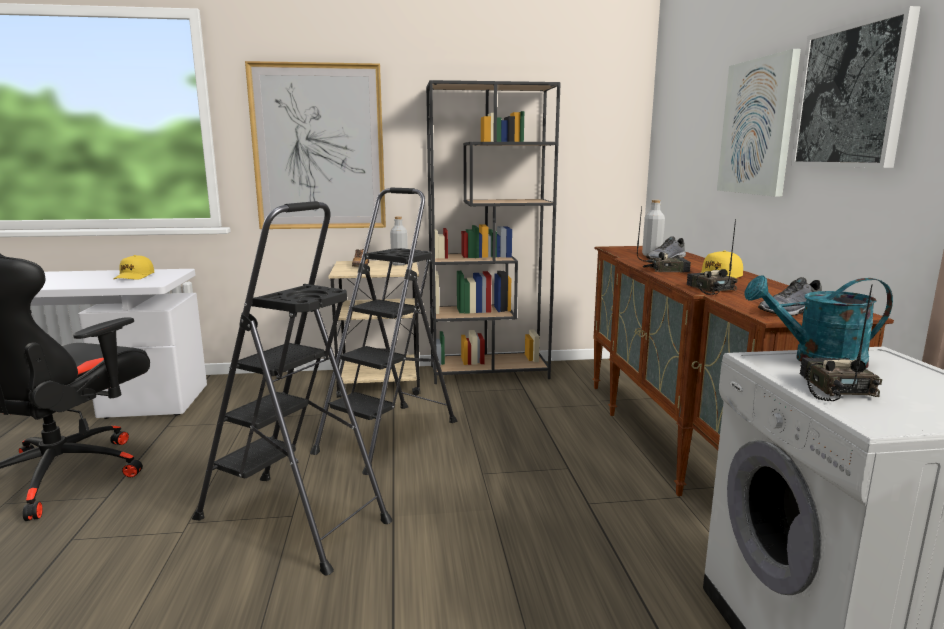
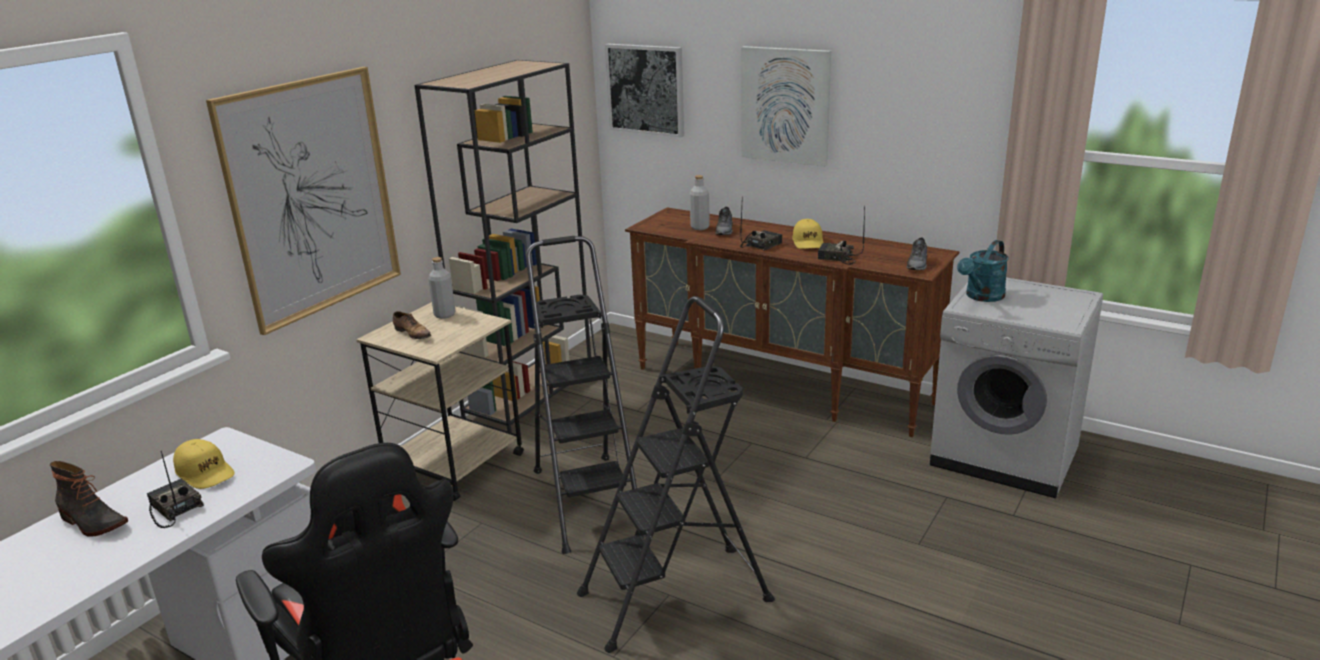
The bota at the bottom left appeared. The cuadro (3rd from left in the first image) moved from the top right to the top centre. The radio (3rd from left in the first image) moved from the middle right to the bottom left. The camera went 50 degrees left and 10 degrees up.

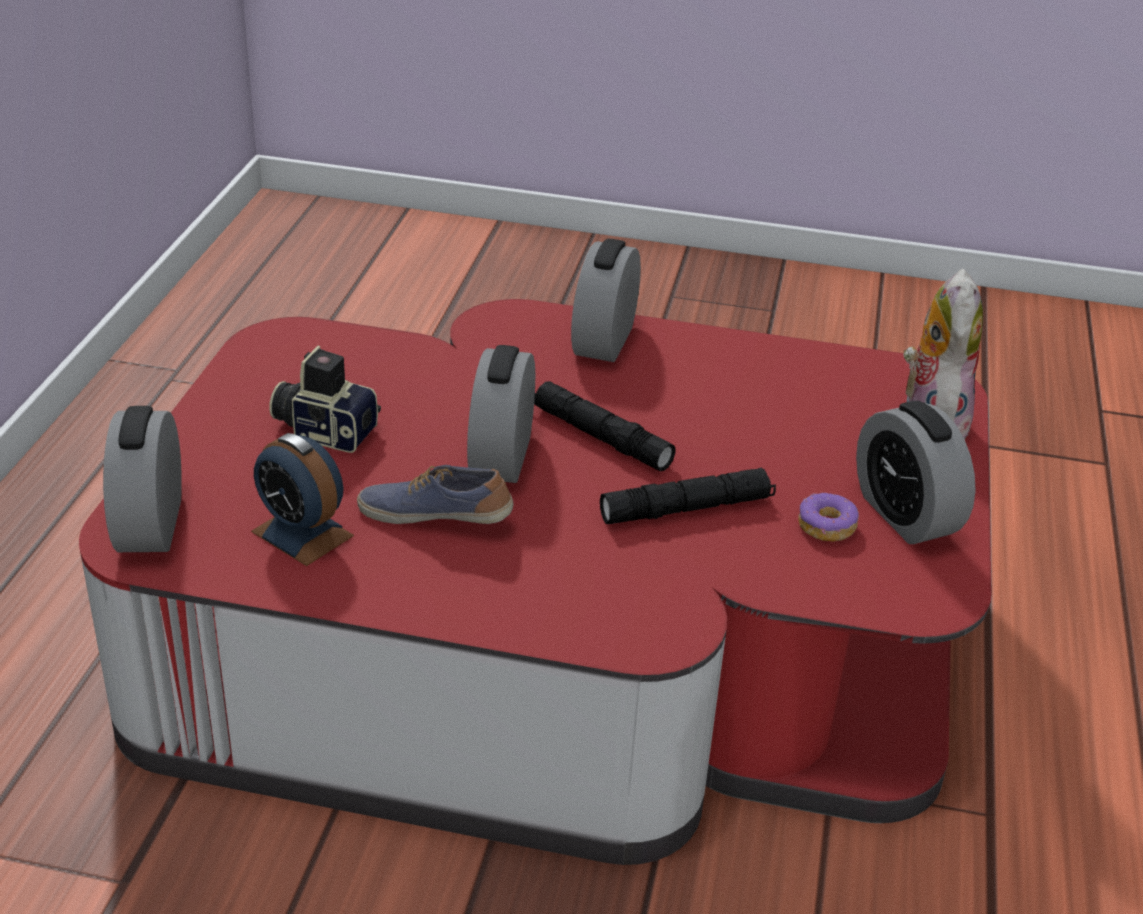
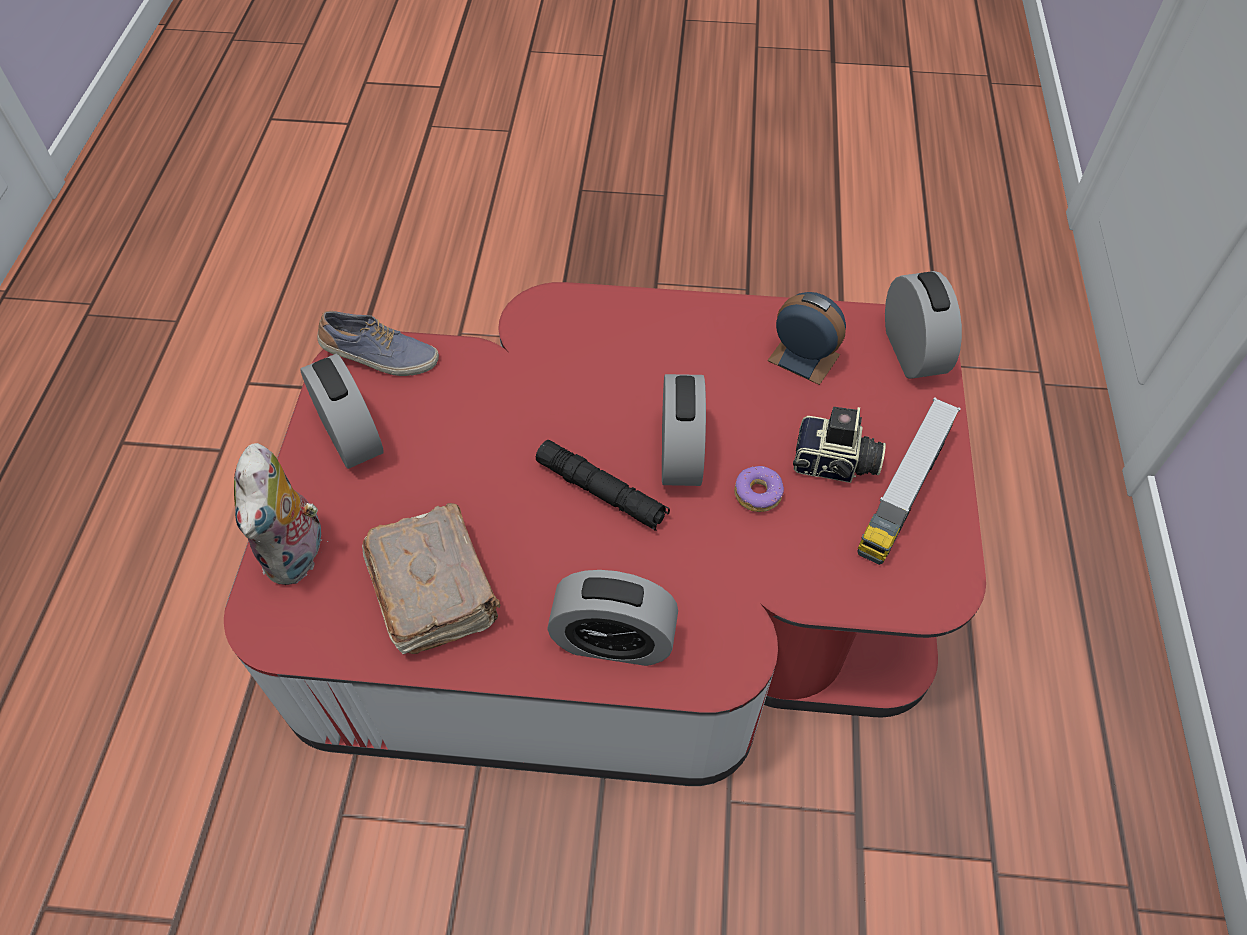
The linterna (negro) (2nd from left) at the centre disappeared. The libro (marrón) at the centre appeared. The camión de juguete at the middle right appeared. The zapato moved from the centre to the middle left. The rosquilla moved from the middle right to the centre. The despertador (4th from left in the first image) at the top centre turned 90 degrees clockwise. The camera went 175 degrees right and 20 degrees up.

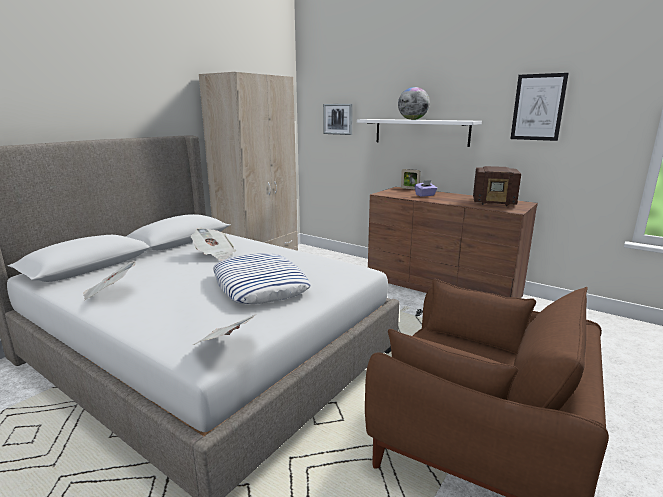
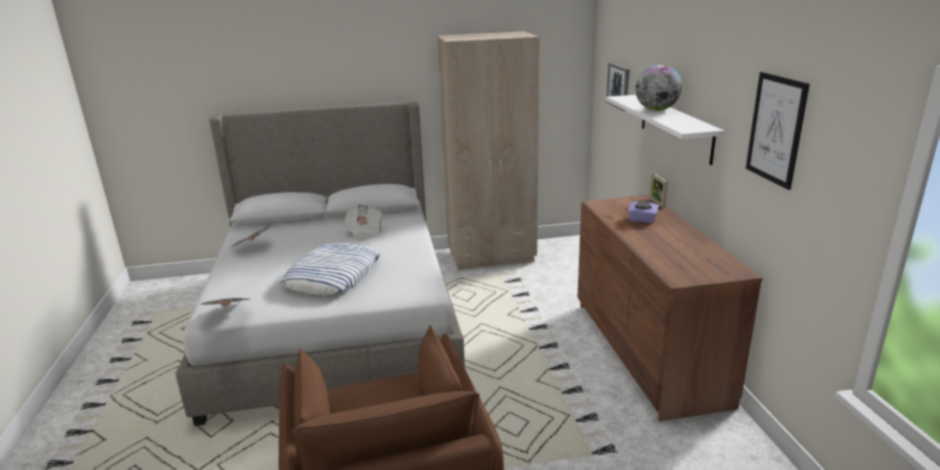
The radio at the middle right disappeared. The camera went 45 degrees right and 5 degrees up.

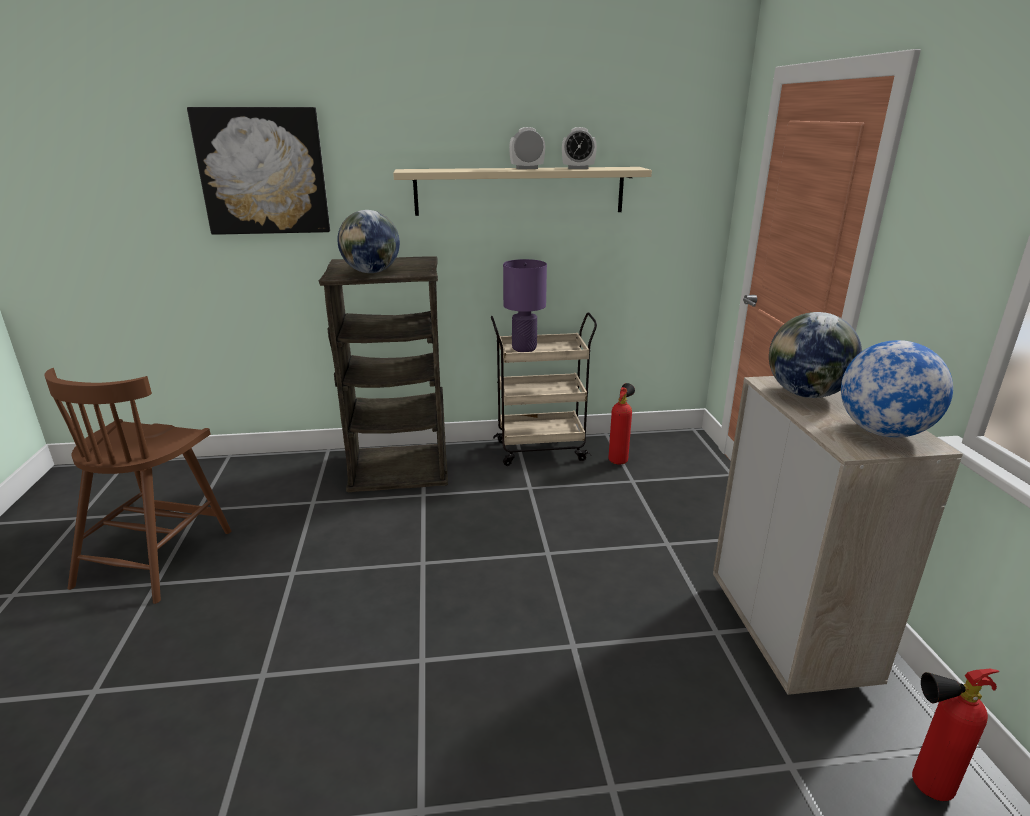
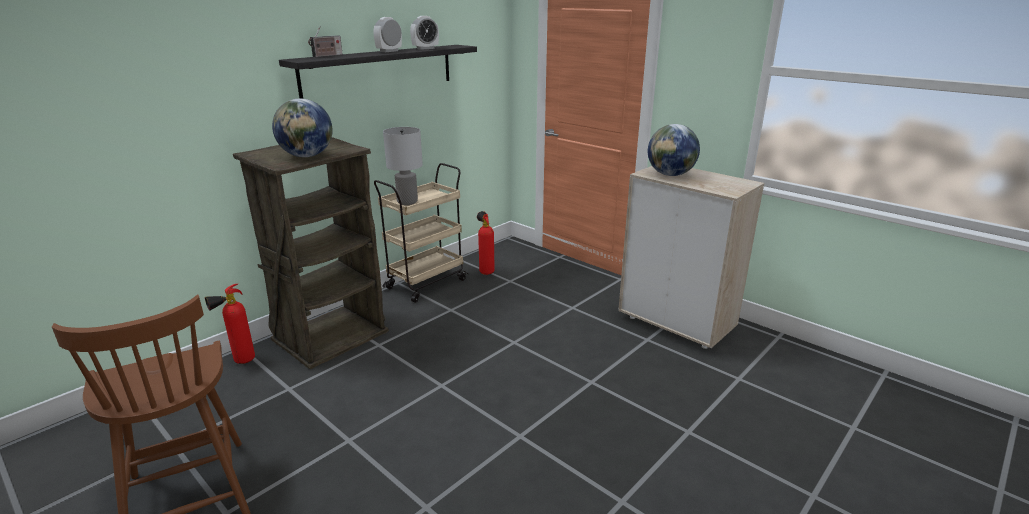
The cuadro at the top left disappeared. The globo terráqueo (3rd from left) at the middle right disappeared. The radio at the top left appeared. The extintor (2nd from left in the first image) moved from the bottom right to the middle left. The estante (beis) at the top centre became the estante (negro) at the top centre. The lámpara de mesa (morado) at the centre became the lámpara de mesa (gris) at the top centre. The camera went 40 degrees left and 0 degrees up.

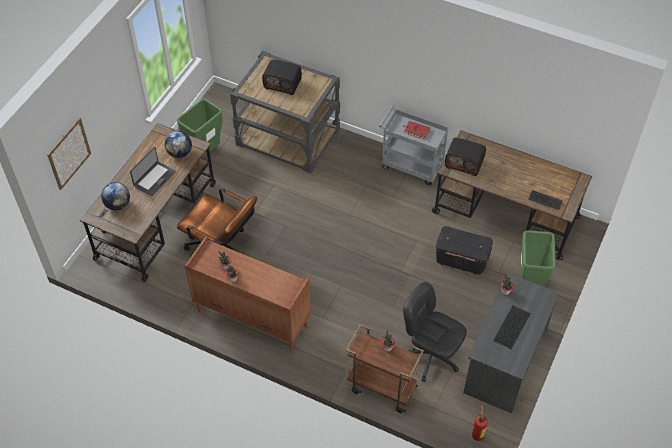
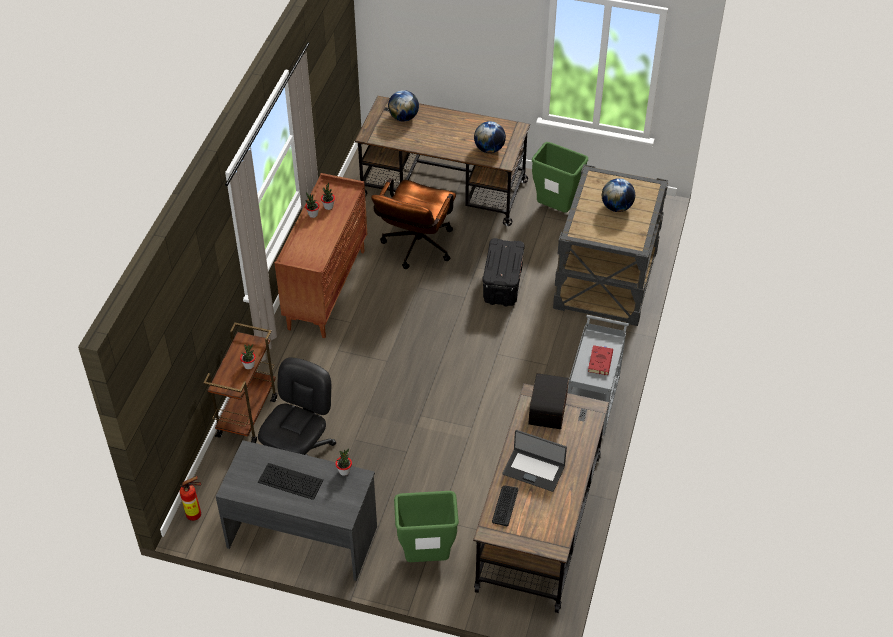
The cuadro at the middle left disappeared. The portátil moved from the middle left to the bottom centre. The caja de almacenaje (negro) moved from the middle right to the centre. The radio (1st from left) at the top centre was replaced by the globo terráqueo (3rd from left) at the top right. The camera went 80 degrees right and 5 degrees down.

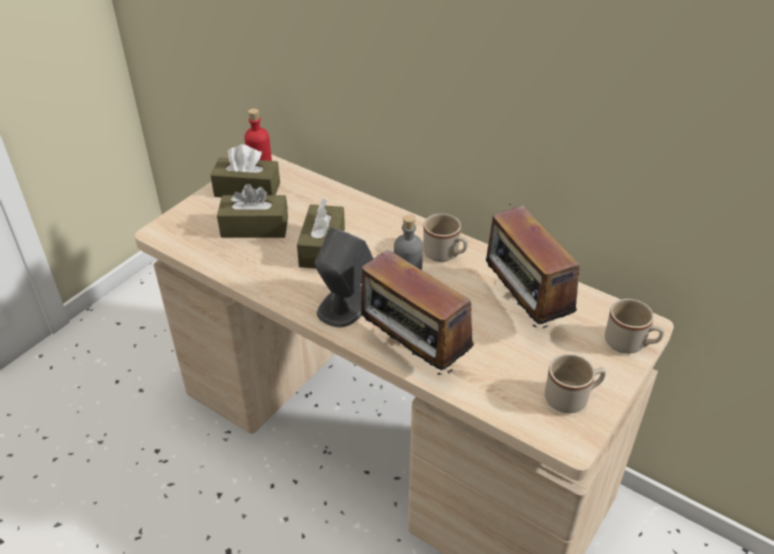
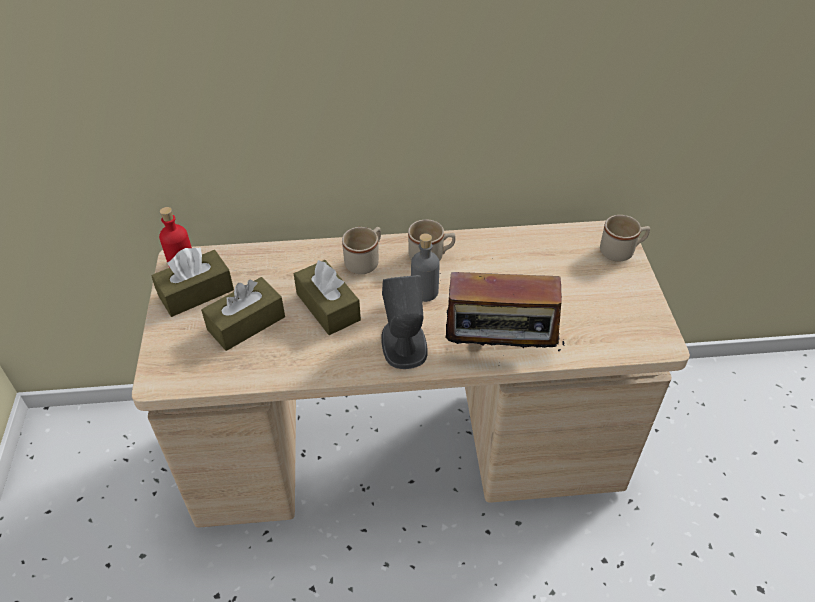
The radio (2nd from left) at the middle right disappeared. The taza grande (beis) (2nd from left in the first image) moved from the bottom right to the centre. The camera went 40 degrees left and 5 degrees up.

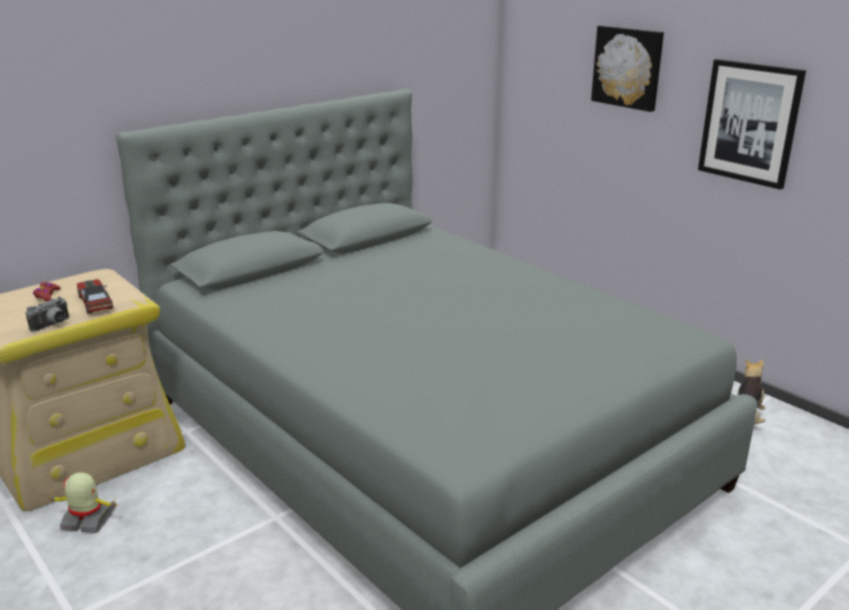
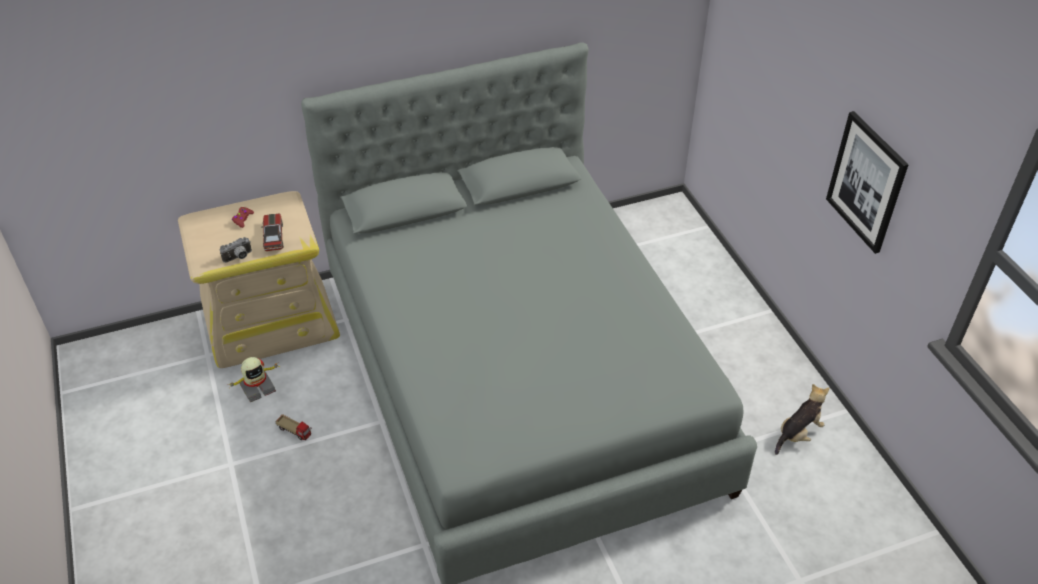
The cuadro (1st from left) at the top right disappeared. The camión de juguete at the bottom left appeared. The robot de juguete at the bottom left turned 120 degrees clockwise. The camera went 20 degrees right and 20 degrees up.

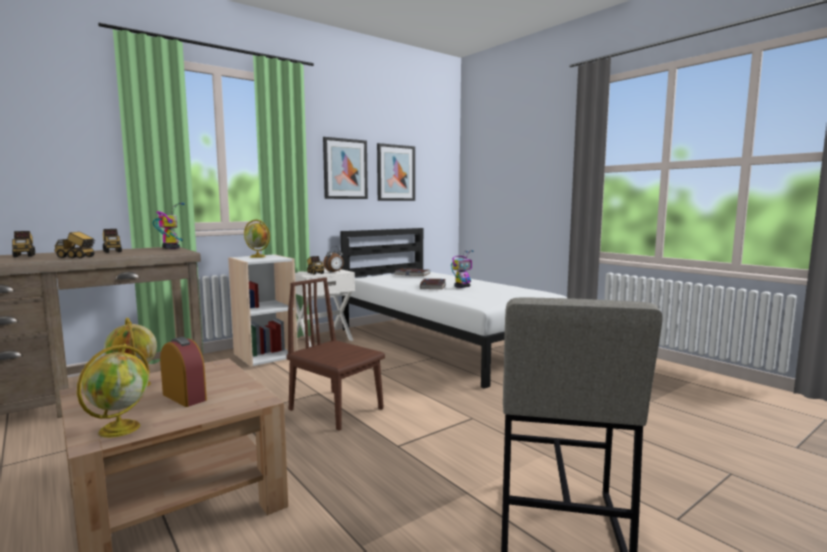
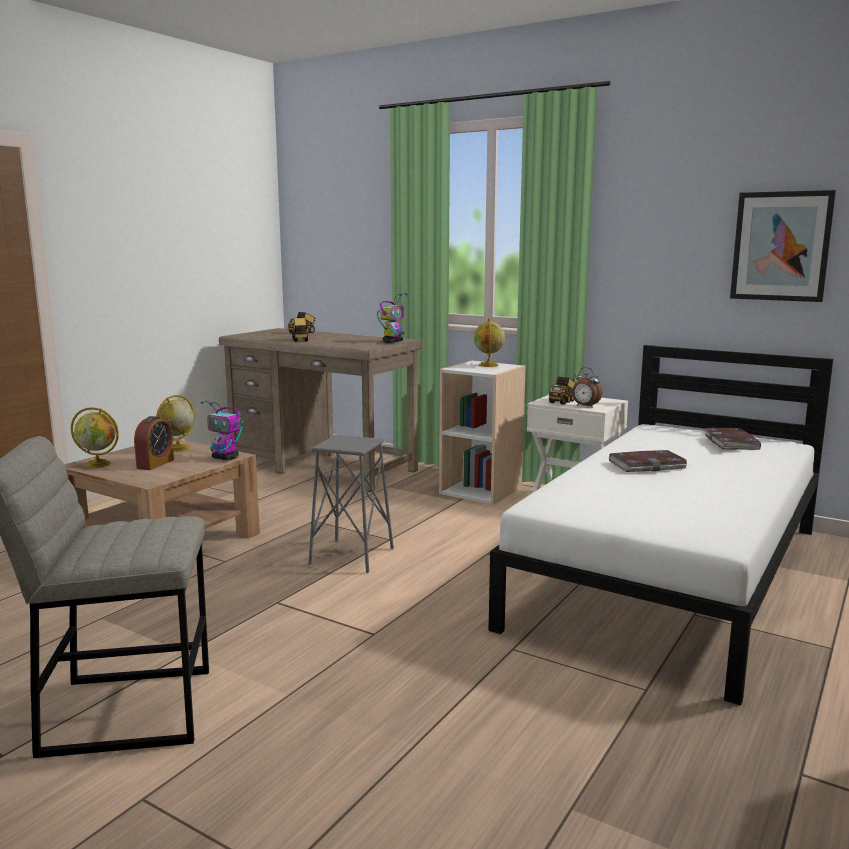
The camión de juguete (3rd from left) at the middle left disappeared. The cuadro (1st from left) at the top centre disappeared. The robot de juguete (2nd from left in the first image) moved from the centre to the middle left. The silla (marrón) at the centre was replaced by the taburete (gris) at the centre. The camera went 70 degrees right and 5 degrees up.

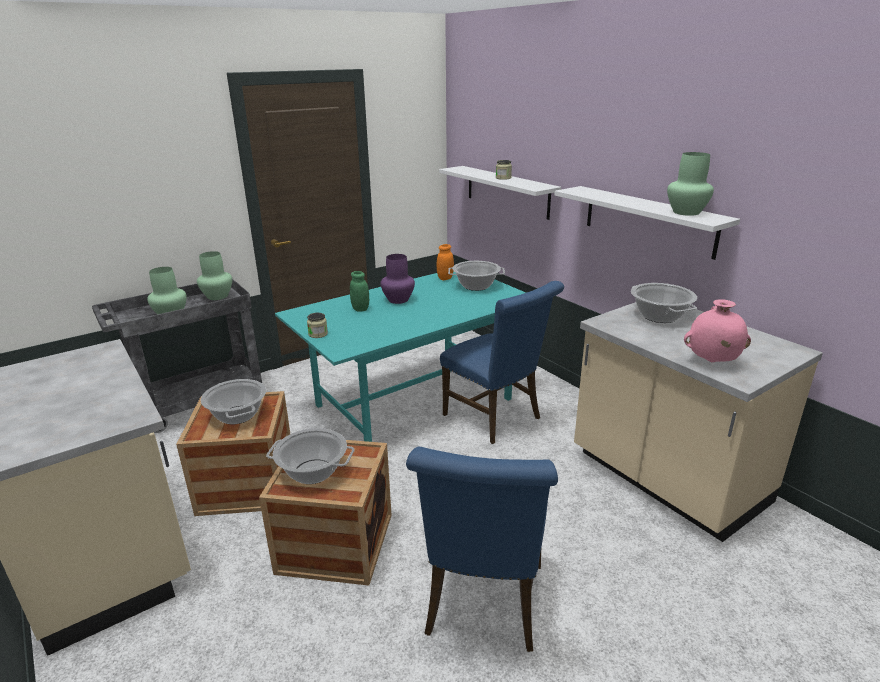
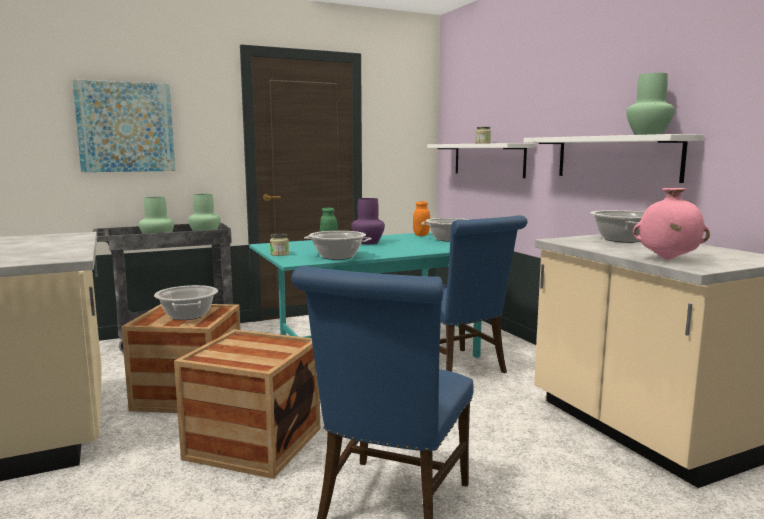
The cuadro at the top left appeared. The olla (2nd from left) moved from the bottom centre to the centre. The camera went 10 degrees right and 15 degrees down.

